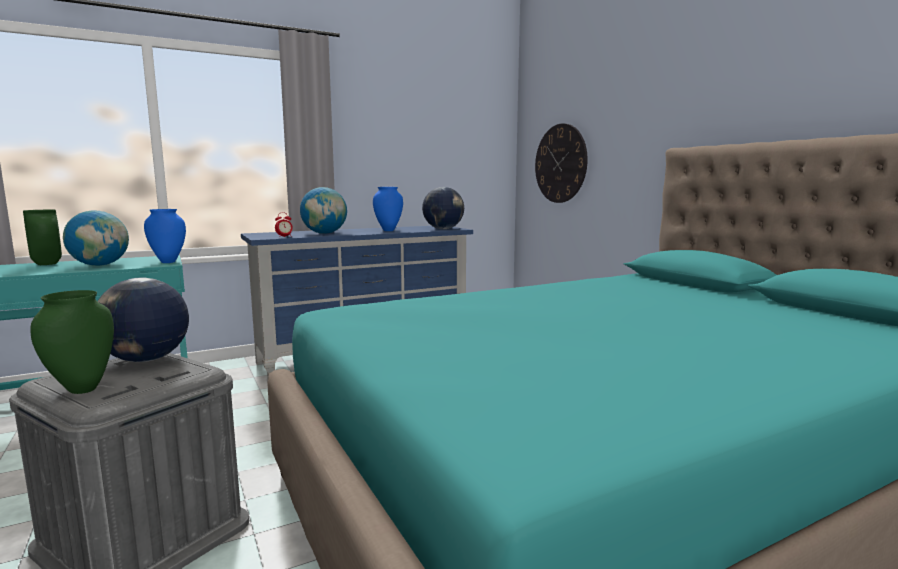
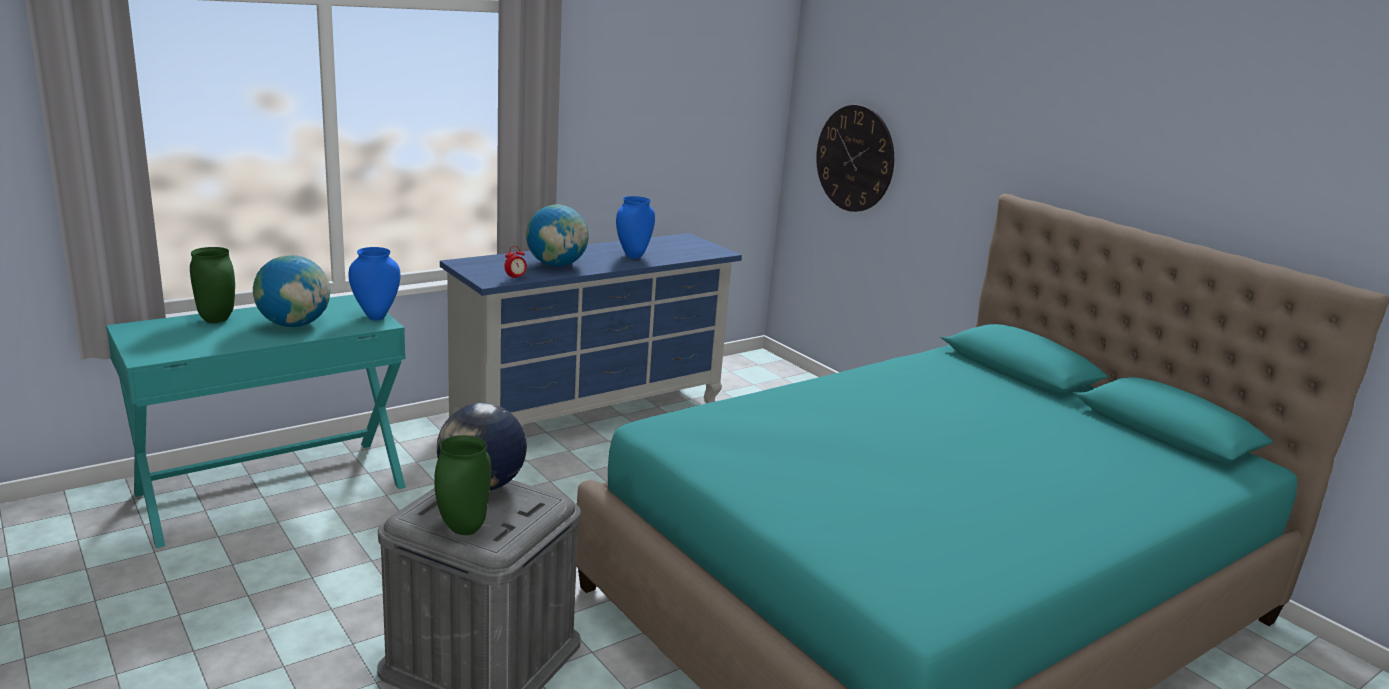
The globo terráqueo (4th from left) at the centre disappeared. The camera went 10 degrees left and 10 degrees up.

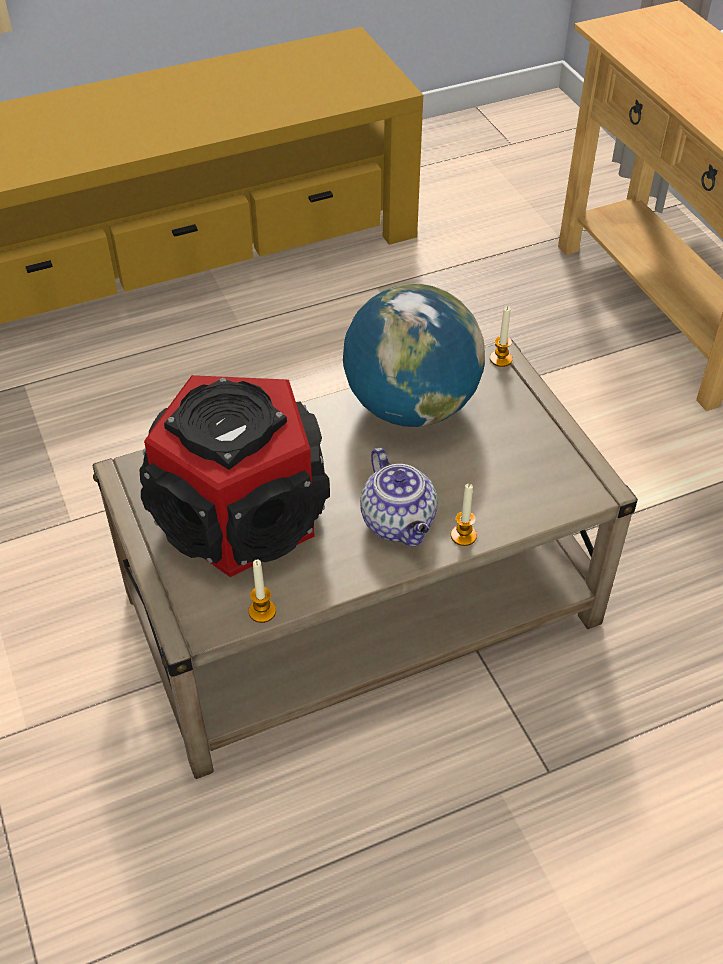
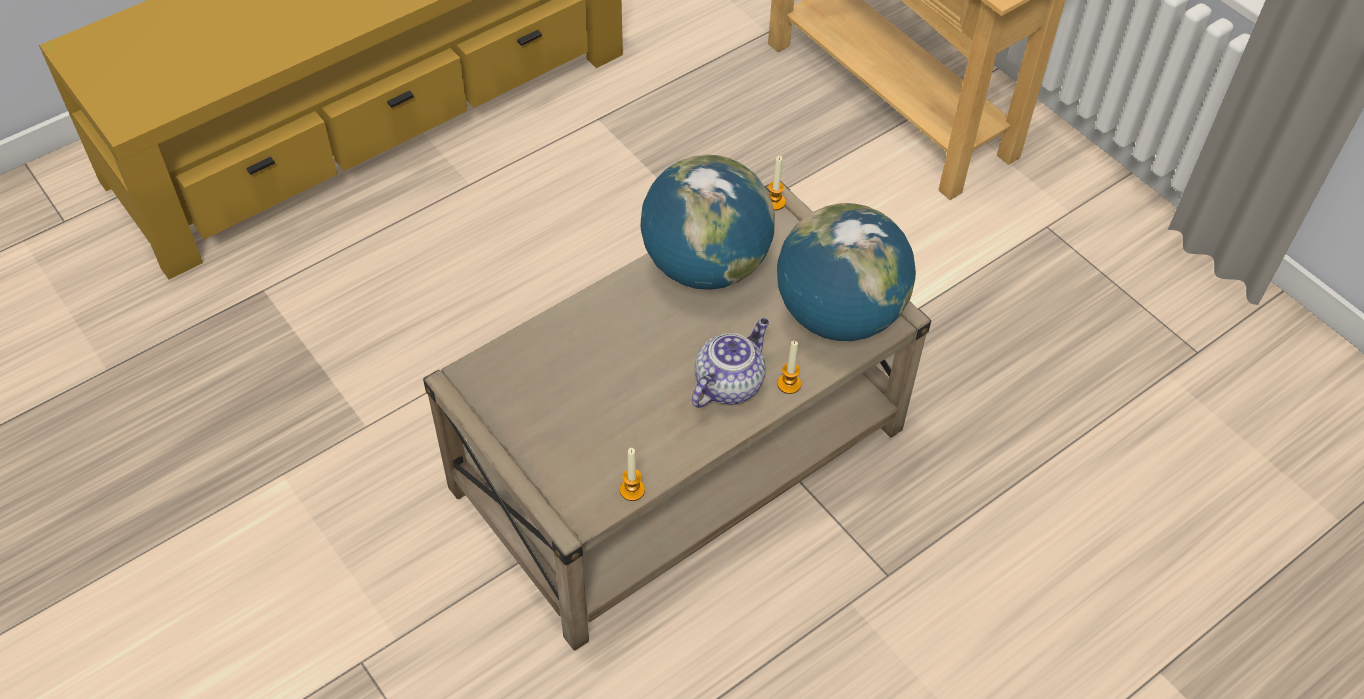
The altavoz at the middle left disappeared. The globo terráqueo (2nd from left) at the centre appeared. The tetera at the centre turned 105 degrees counterclockwise. The camera went 15 degrees left and 5 degrees up.

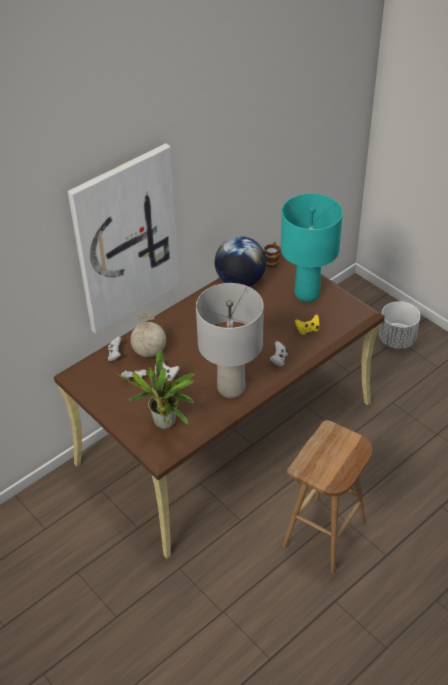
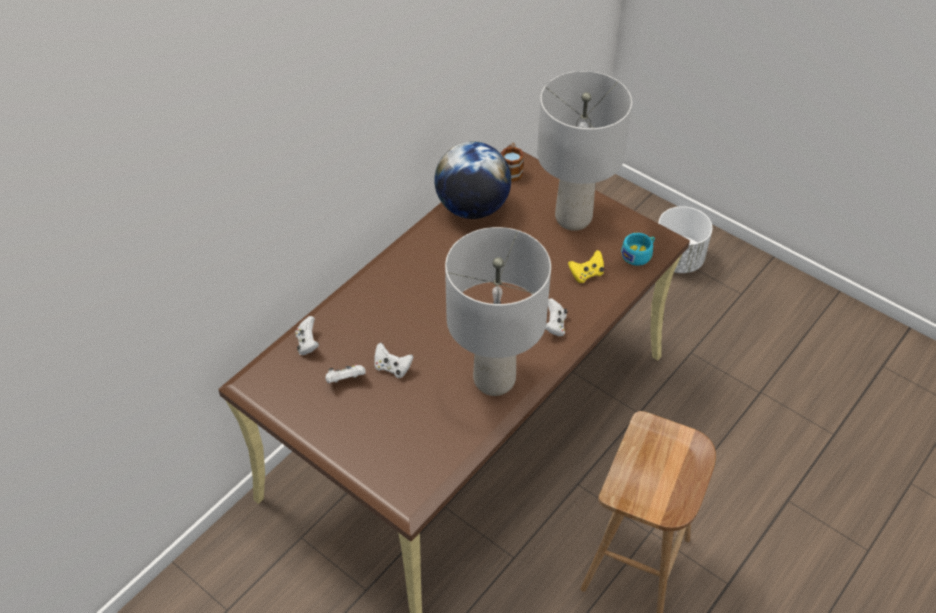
The cuadro at the middle left disappeared. The planta en maceta at the centre disappeared. The globo terráqueo (1st from left) at the middle left disappeared. The taza (turquesa) at the middle right appeared. The lámpara de mesa (turquesa) at the middle right became the lámpara de mesa (gris) (2nd from left) at the top centre. The camera went 10 degrees left and 5 degrees up.

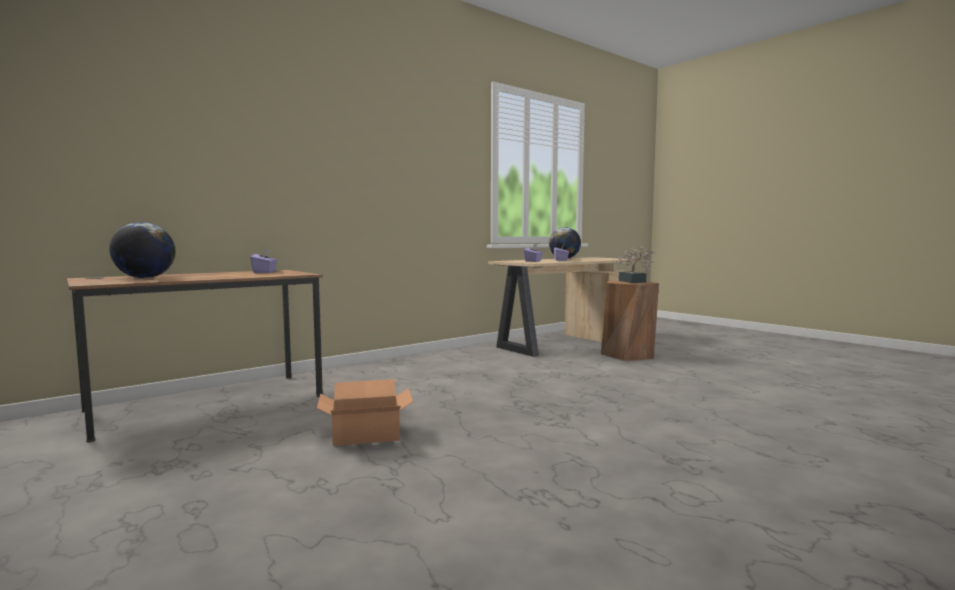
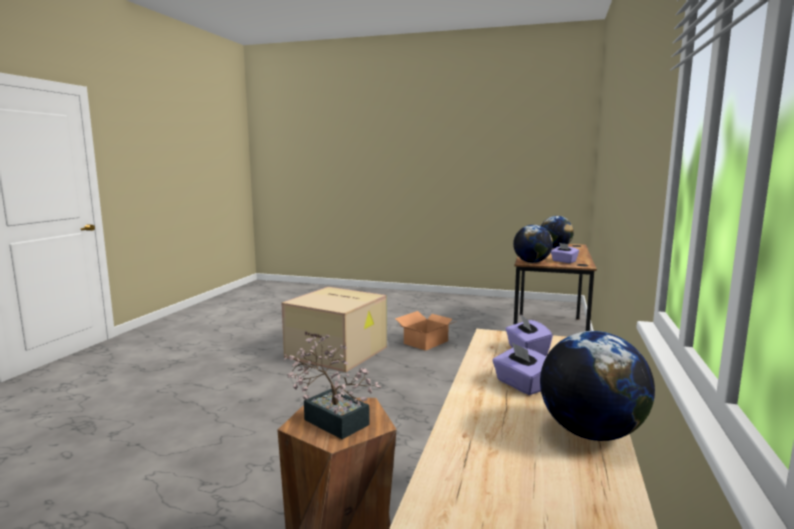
The caja de cartón (1st from left) at the centre appeared. The globo terráqueo (1st from left) at the middle right appeared. The camera went 145 degrees right and 5 degrees up.

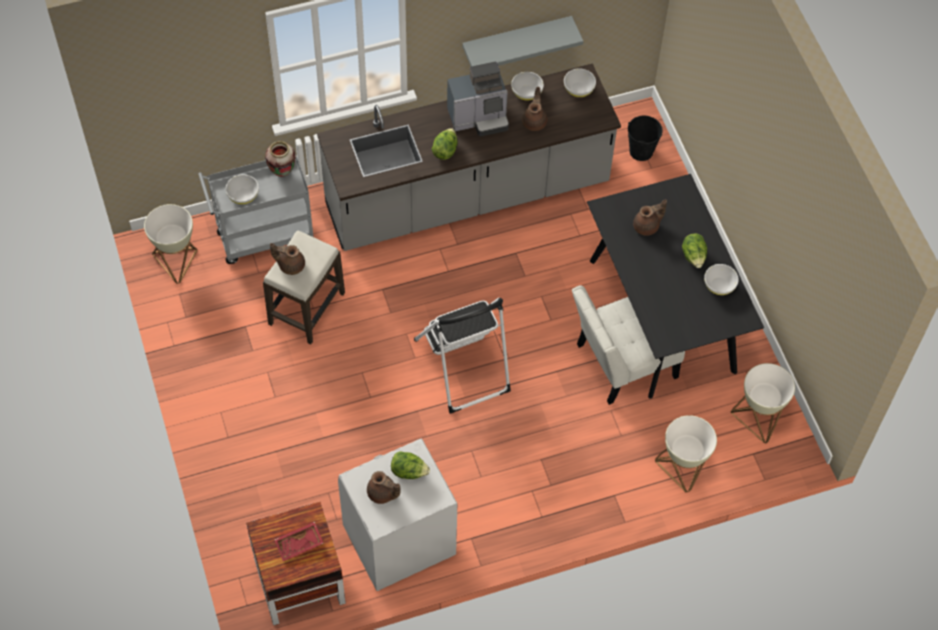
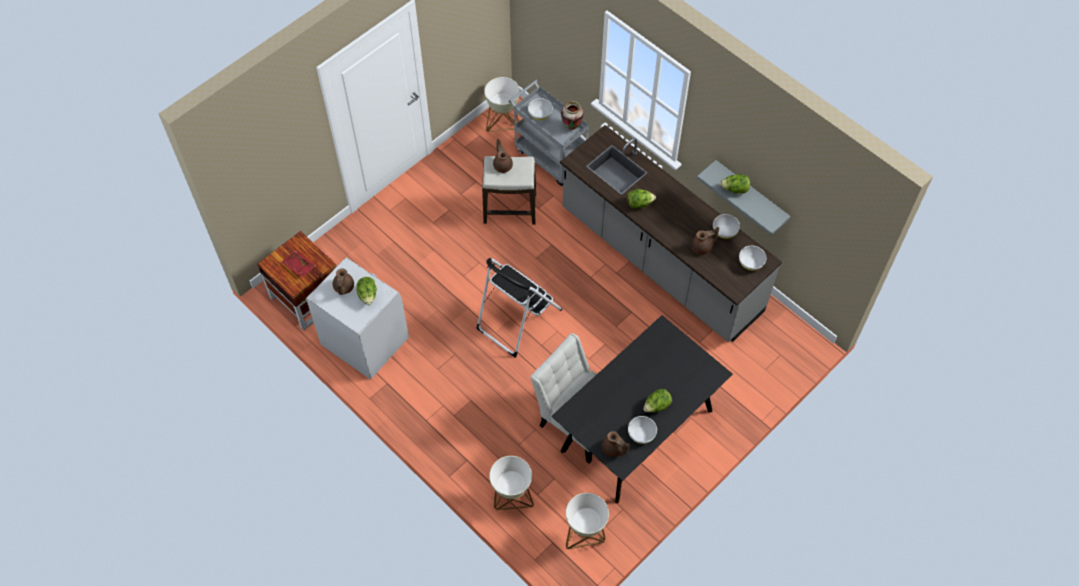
The cafetera at the top centre disappeared. The cubo (negro) at the top right disappeared. The lechuga (4th from left) at the top right appeared. The tetera (marrón) (4th from left in the first image) moved from the middle right to the bottom centre. The camera went 65 degrees right and 0 degrees up.

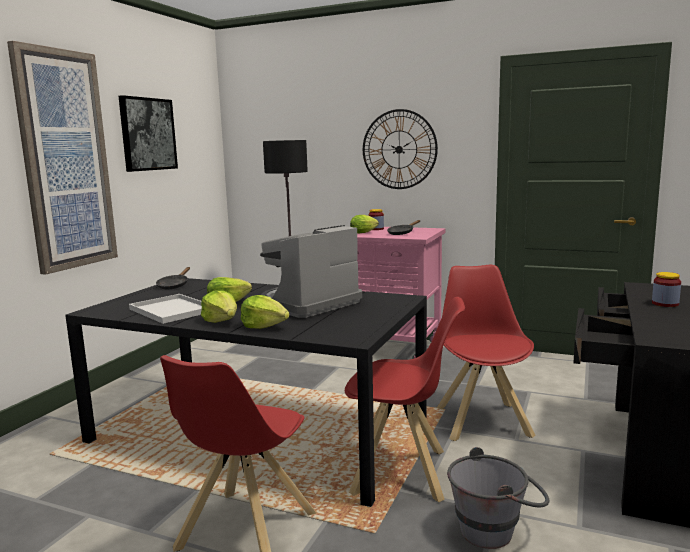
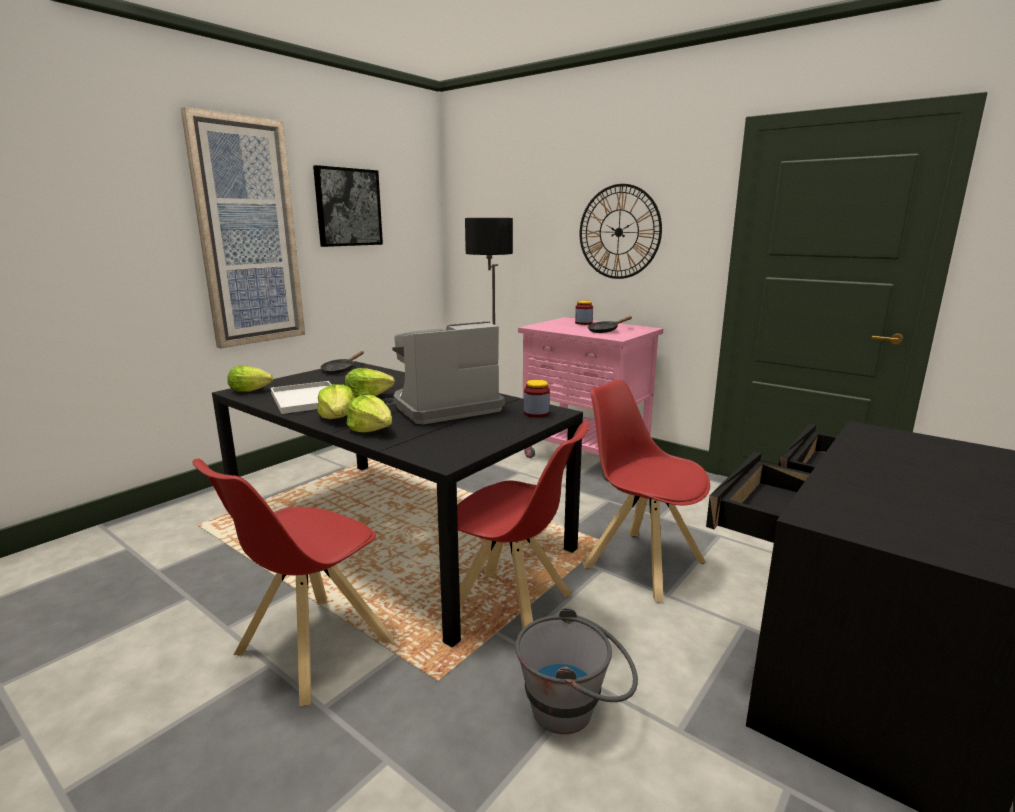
The lechuga (4th from left in the first image) moved from the centre to the middle left. The tarro (2nd from left in the first image) moved from the middle right to the centre. The silla (rojo) (3rd from left) at the middle right turned 60 degrees counterclockwise. The camera went 15 degrees right and 5 degrees up.

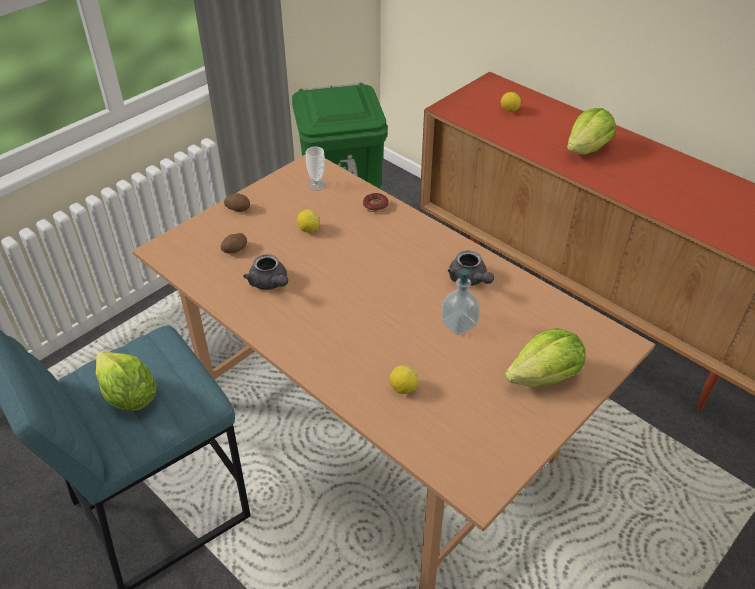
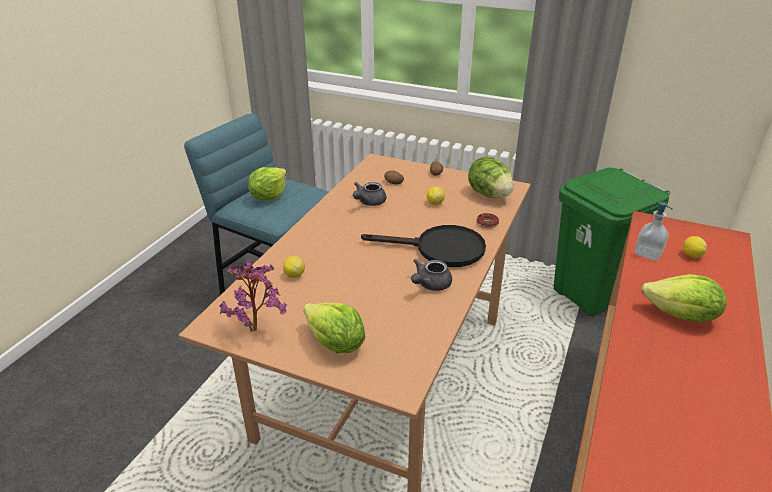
The planta en maceta at the middle left appeared. The sartén (negro) at the centre appeared. The dispensador de jabón moved from the centre to the middle right. The taza at the top centre was replaced by the lechuga (3rd from left) at the centre. The camera went 70 degrees right and 10 degrees down.

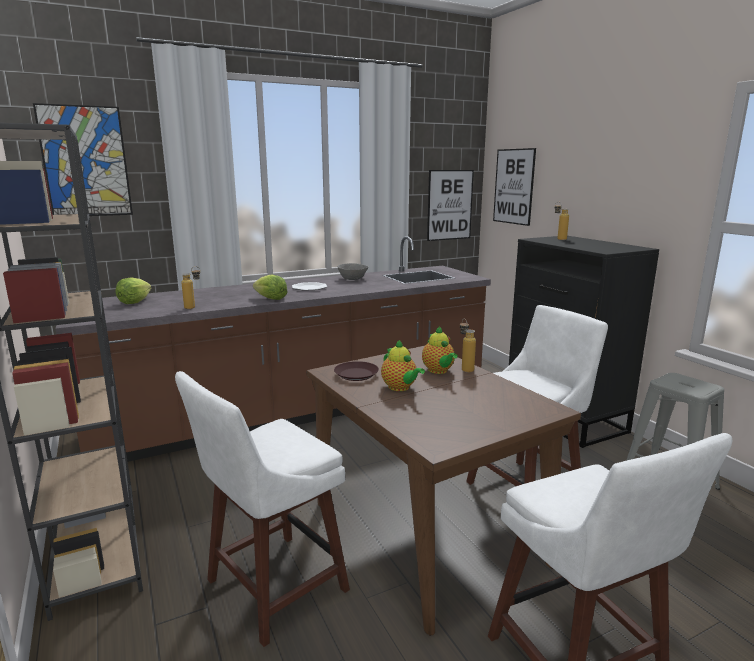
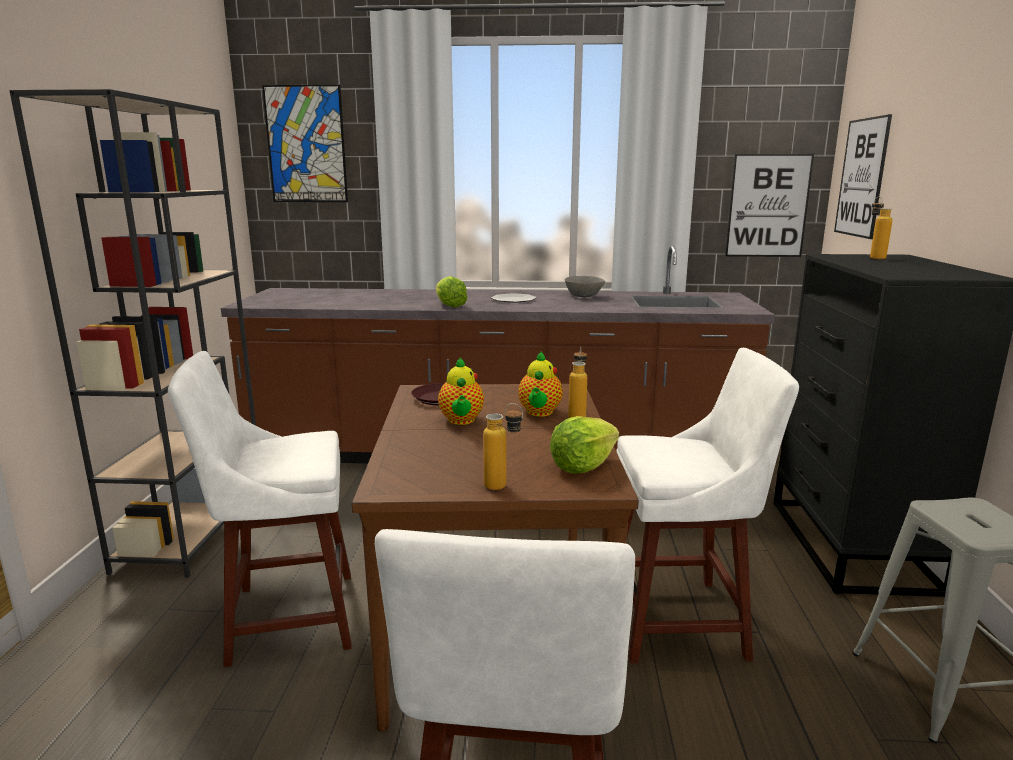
The lechuga (1st from left in the first image) moved from the middle left to the centre. The botella (1st from left) moved from the middle left to the centre. The camera went 30 degrees right and 0 degrees up.

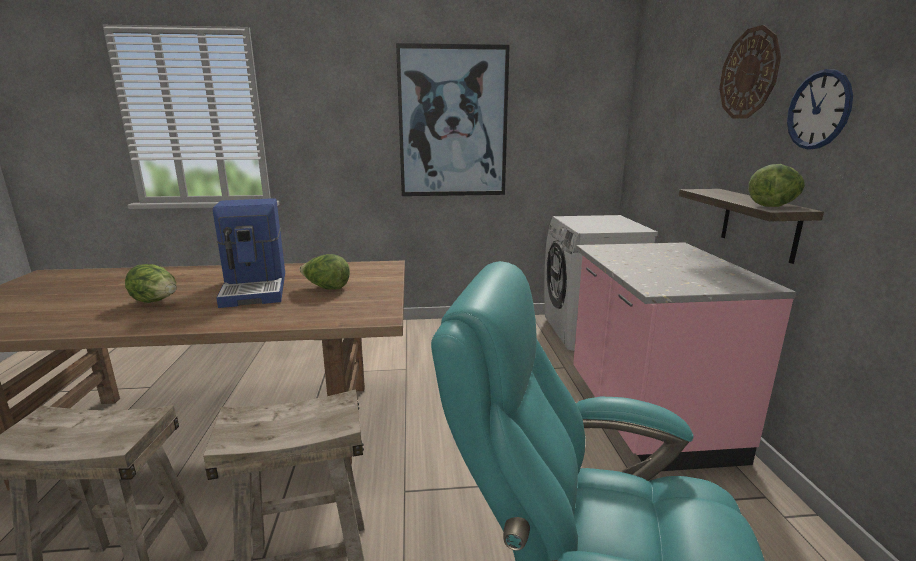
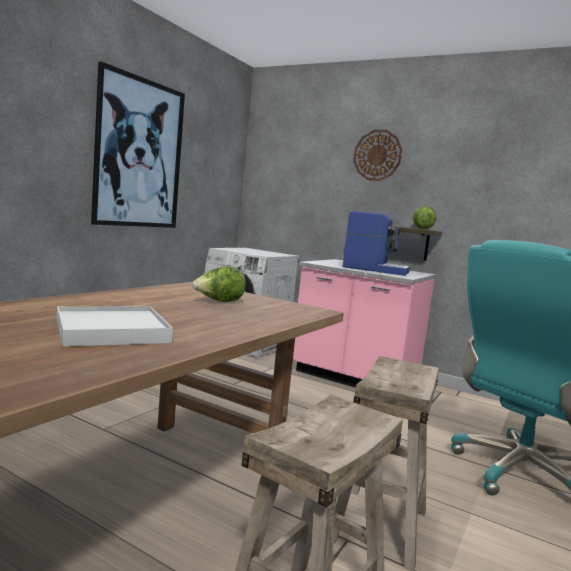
The reloj de pared (2nd from left) at the top right disappeared. The cafetera moved from the middle left to the centre. The lechuga (1st from left) at the middle left was replaced by the bandeja (blanco) at the middle left. The camera went 55 degrees left and 10 degrees down.

